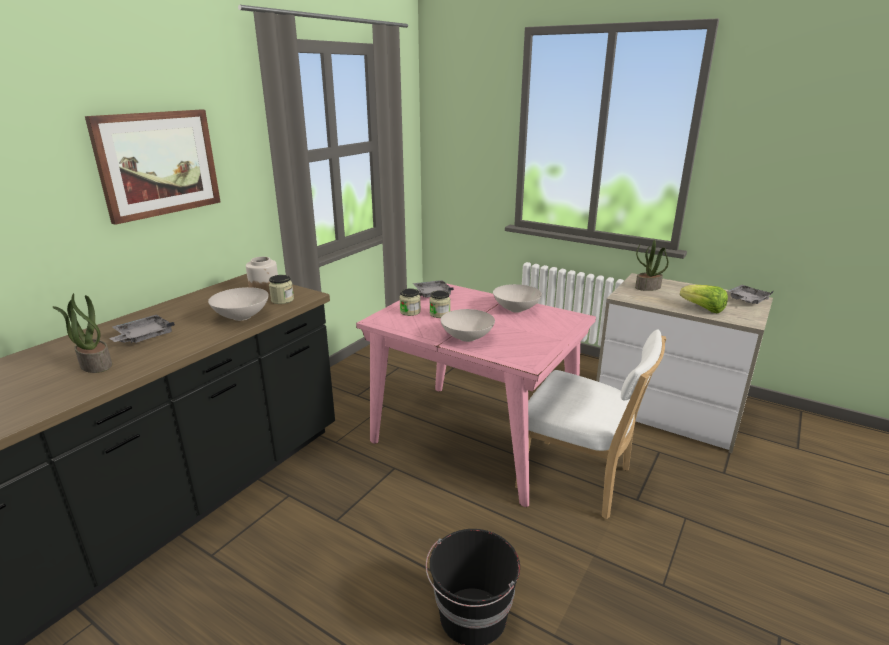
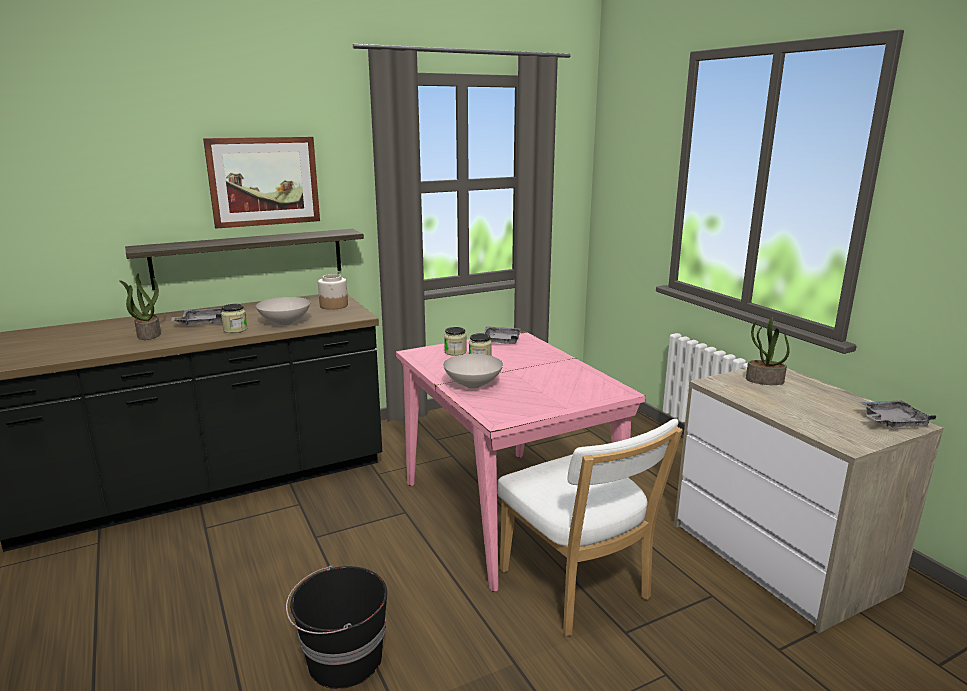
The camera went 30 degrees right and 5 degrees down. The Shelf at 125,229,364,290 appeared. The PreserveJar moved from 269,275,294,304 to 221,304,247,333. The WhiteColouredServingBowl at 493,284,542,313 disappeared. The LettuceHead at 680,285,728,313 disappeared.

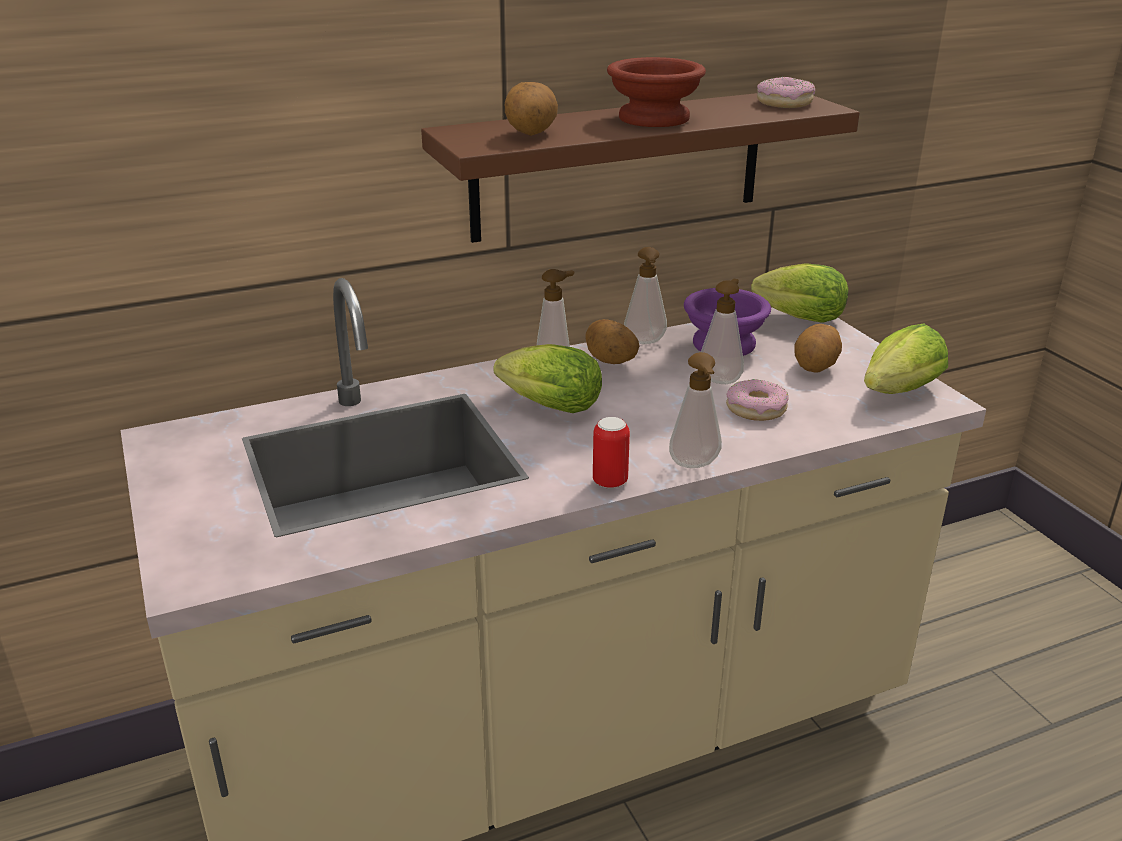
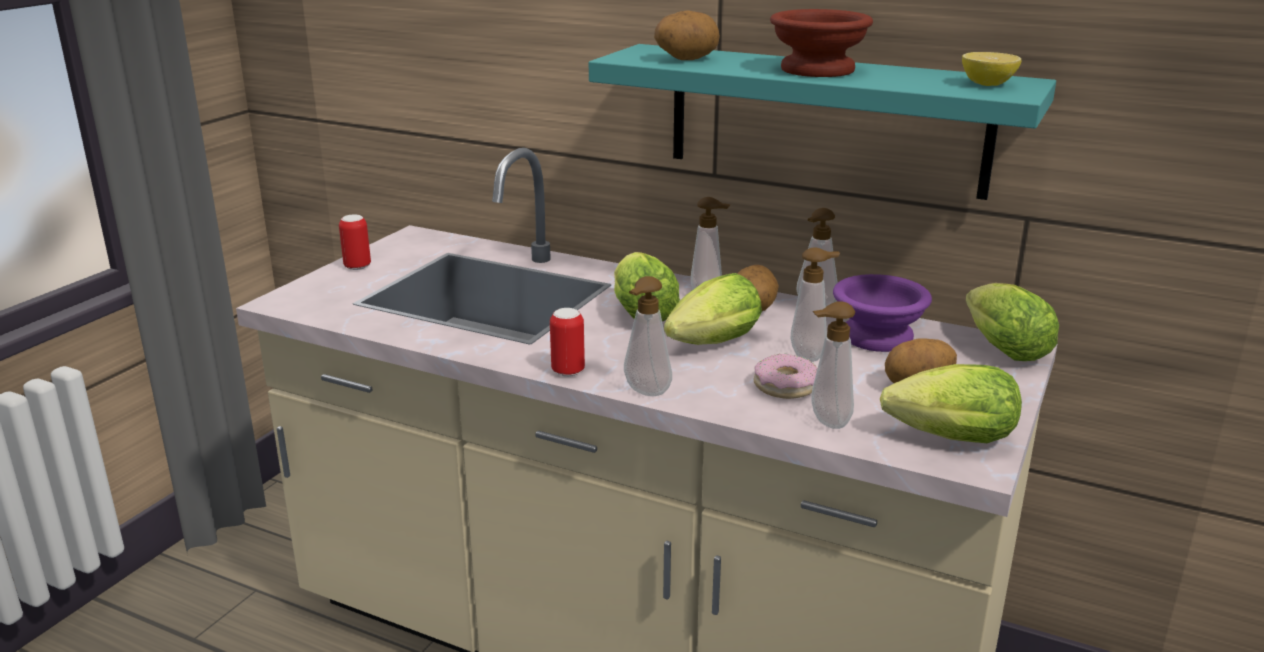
The camera went 50 degrees right and 5 degrees down. The MetalCan at 339,214,371,270 appeared. The BrownShelf at 421,93,860,243 became the TurquoiseColouredShelf at 589,44,1056,200. The LettuceHead at 664,273,762,345 appeared. The LiquidSoapBottle at 811,301,855,429 appeared. The RingDoughnut at 757,77,815,108 was replaced by the CitrusFruit at 962,52,1022,86.

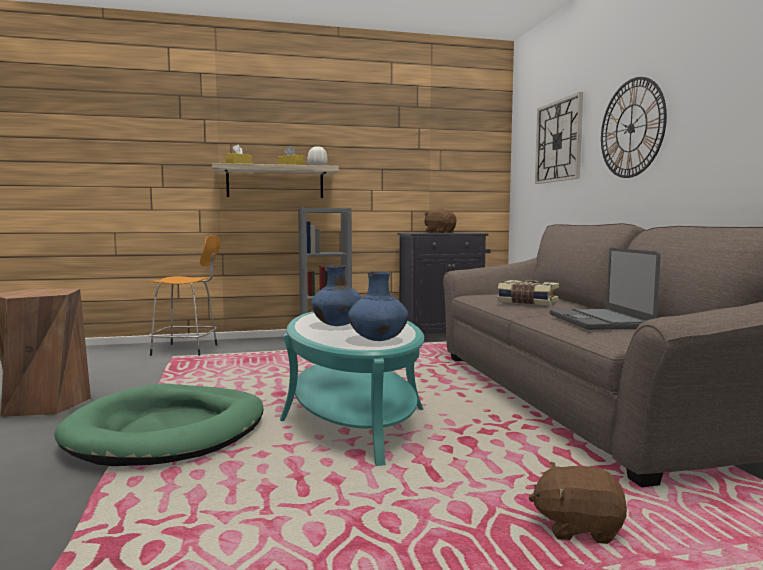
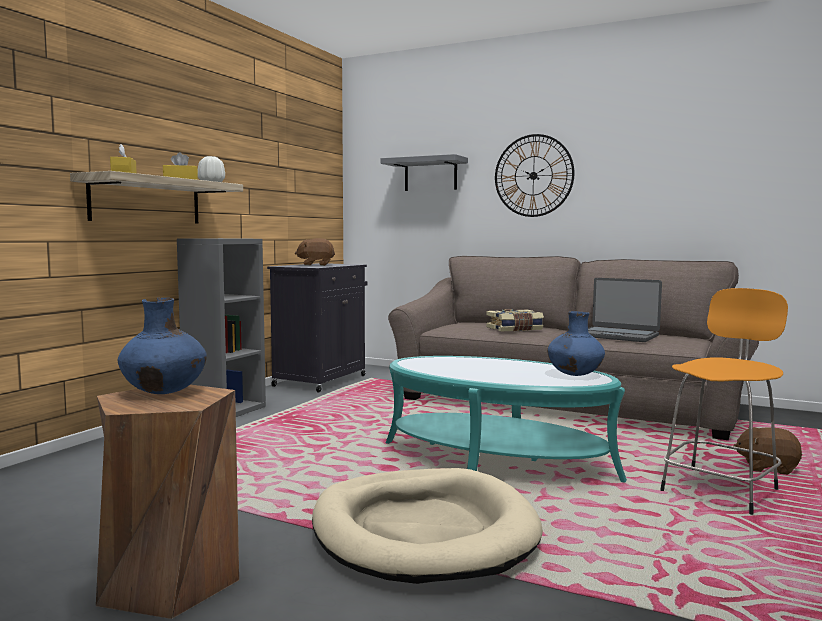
The camera went 50 degrees left and 0 degrees up. The BlueFlowerVase moved from 311,265,362,326 to 118,298,207,394. The GreenPetBed at 54,384,264,466 became the BeigeColouredPetBed at 312,468,543,584. The ClockOnTheWall at 535,92,583,184 was replaced by the GreyShelf at 380,154,468,191. The OrangeStoolSeat moved from 149,235,220,356 to 660,288,788,515. The BrownCuddlyToy at 529,462,627,544 turned 60 degrees clockwise.

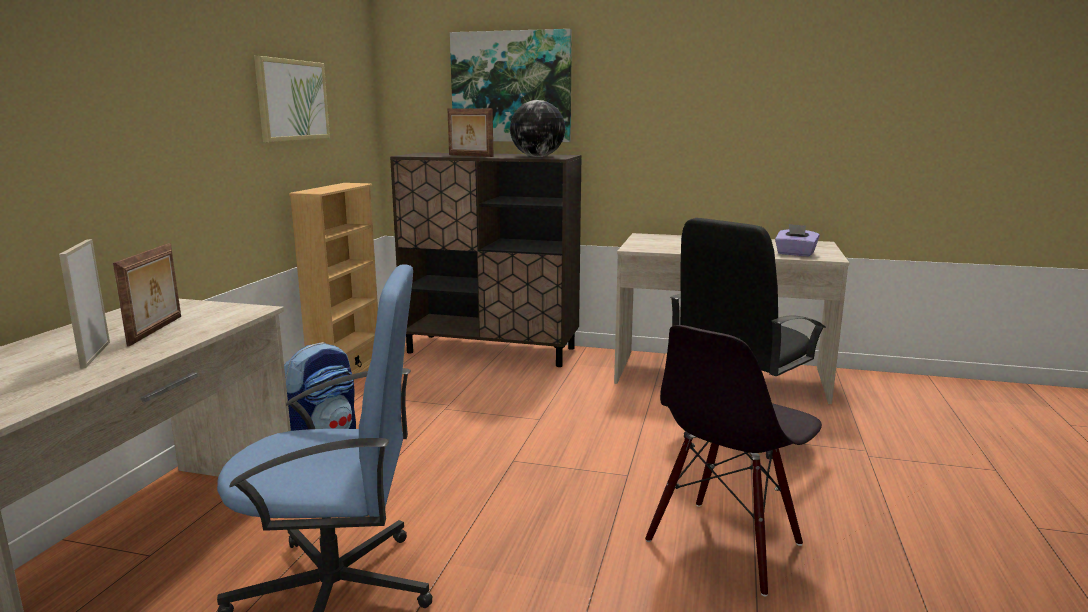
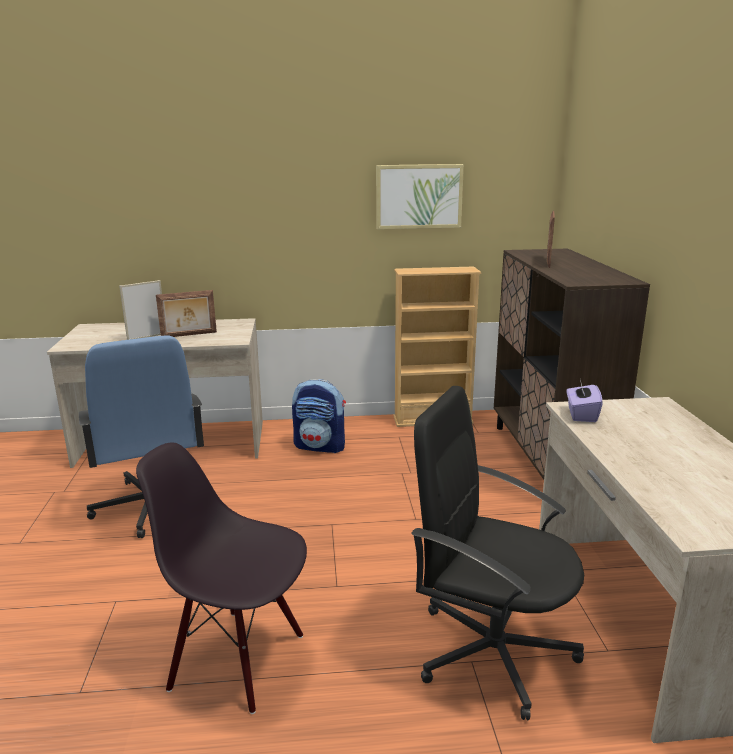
The camera went 70 degrees right and 5 degrees up. The PurpleColouredTissueBox moved from 775,224,820,257 to 567,379,603,422. The Picture at 450,29,572,142 disappeared. The Globe at 510,100,565,157 disappeared.

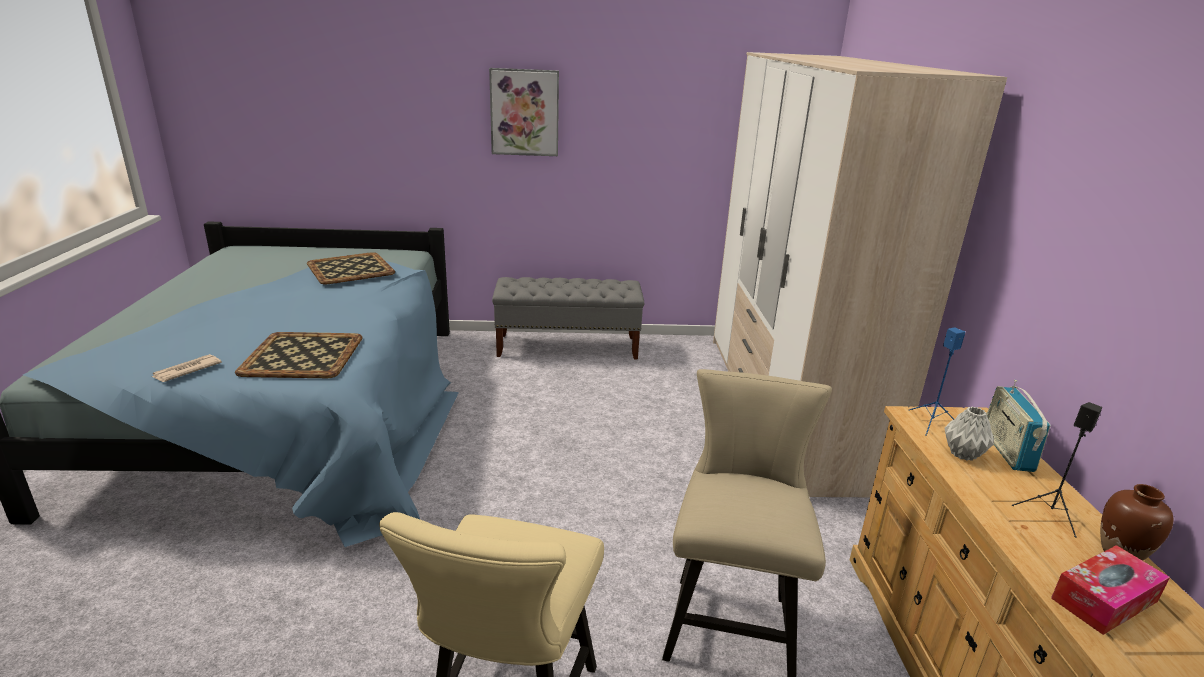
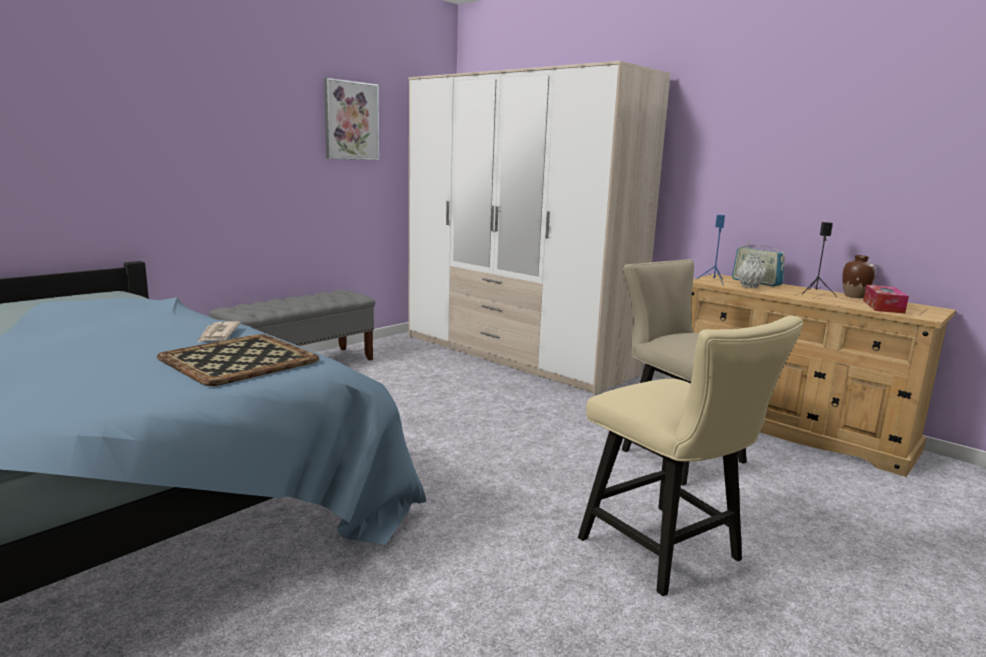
The camera went 45 degrees left and 10 degrees down. The Newspaper moved from 152,354,222,382 to 197,321,240,343. The Picture moved from 489,68,559,156 to 324,78,379,160. The ServingTray at 307,252,395,284 disappeared.

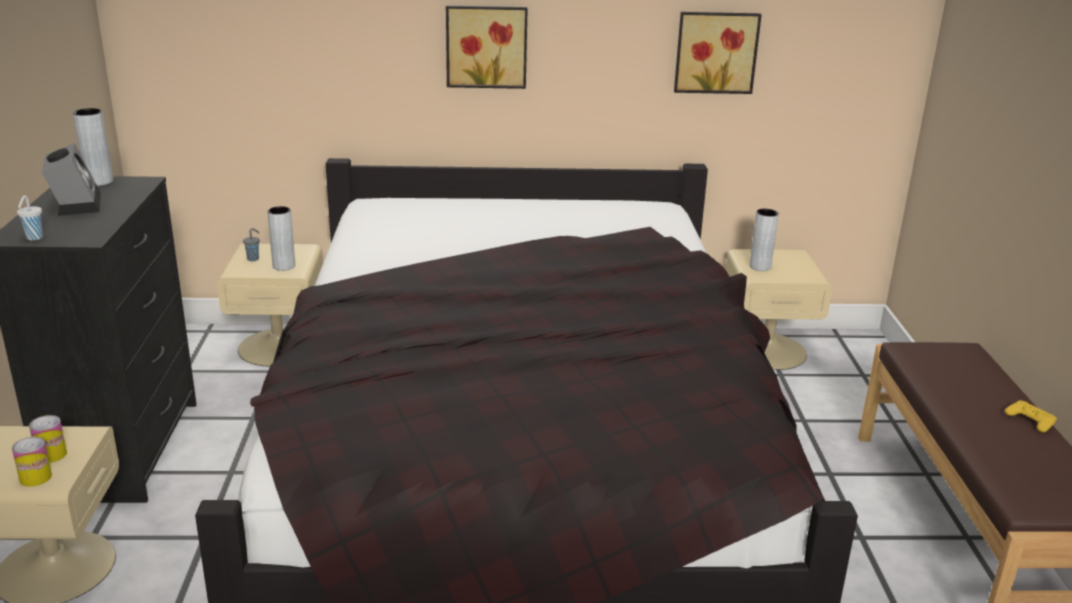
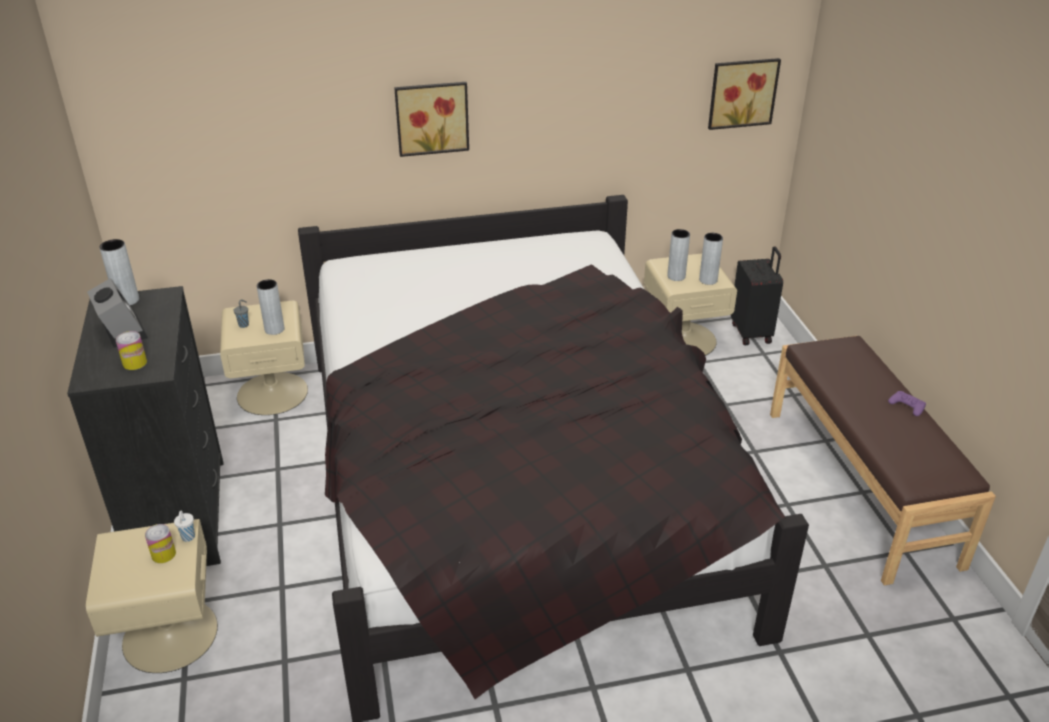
The camera went 10 degrees left and 10 degrees up. The MetalCan moved from 12,437,52,487 to 116,331,147,370. The WhiteColouredSmallCup moved from 17,196,43,241 to 174,511,195,542. The GreyFlowerVase at 699,233,723,285 appeared. The Picture moved from 674,12,762,94 to 708,58,781,130. The BlackSuitcase at 731,246,783,345 appeared. The YellowGamepad at 1005,400,1057,432 became the PurpleColouredGamepad at 888,391,926,416.

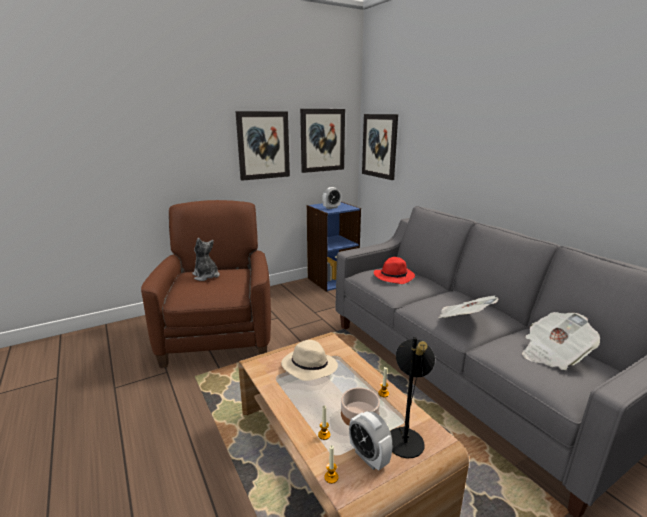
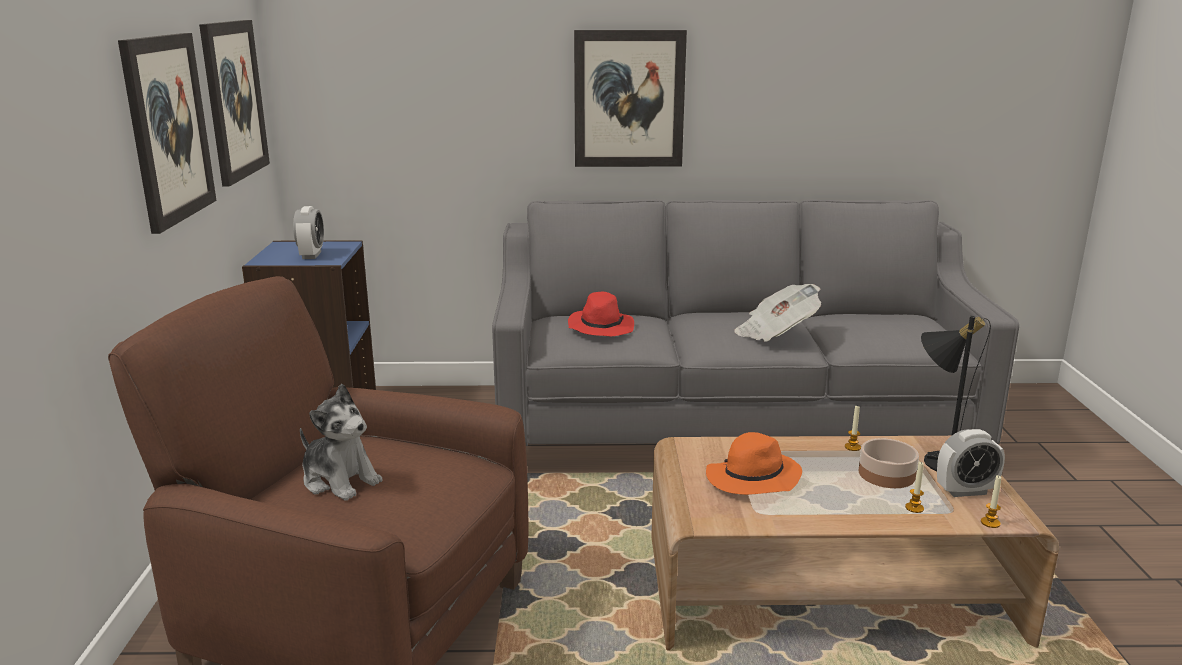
The camera went 60 degrees left and 0 degrees up. The CuddlyToy at 192,238,220,281 turned 135 degrees counterclockwise. The Picture moved from 362,114,398,180 to 574,30,687,167. The BeigeColouredHat at 281,340,338,381 became the OrangeHat at 706,432,802,495. The Newspaper at 522,312,600,370 disappeared.

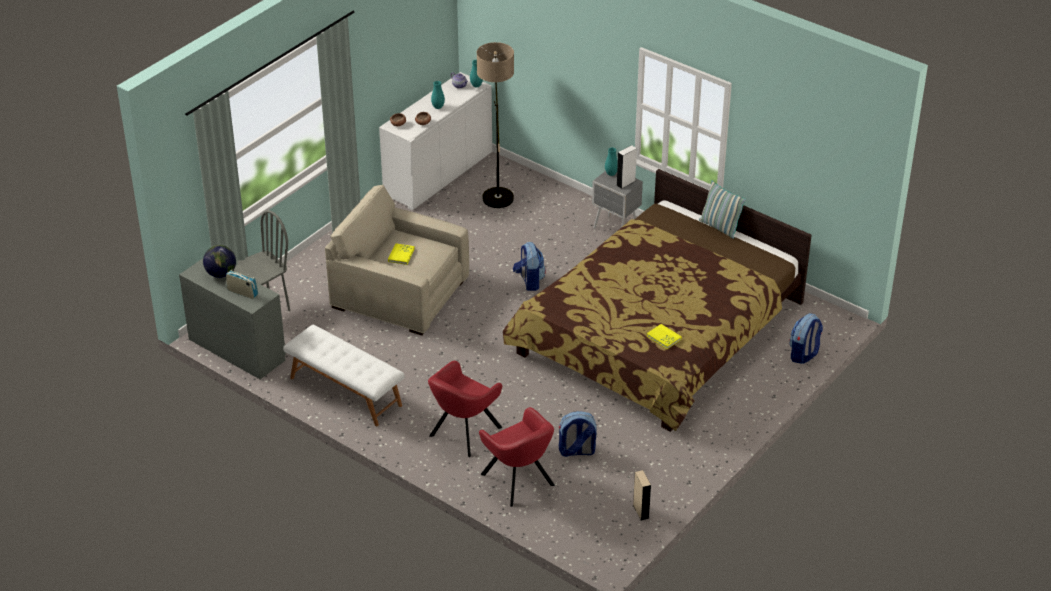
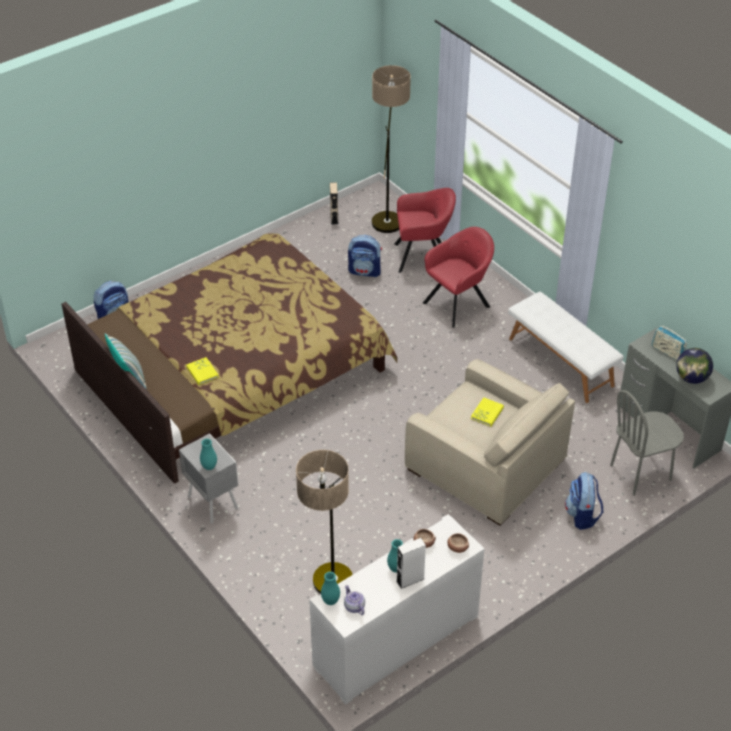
The camera went 165 degrees left and 5 degrees up. The YellowVolume moved from 647,324,682,349 to 186,357,219,385. The StandardLamp at 372,65,411,233 appeared. The RedColouredArmchair at 479,407,555,507 turned 105 degrees clockwise. The WhiteColouredAudioSpeaker moved from 616,145,637,189 to 396,538,426,589. The Knapsack moved from 513,242,546,291 to 565,472,603,530.

